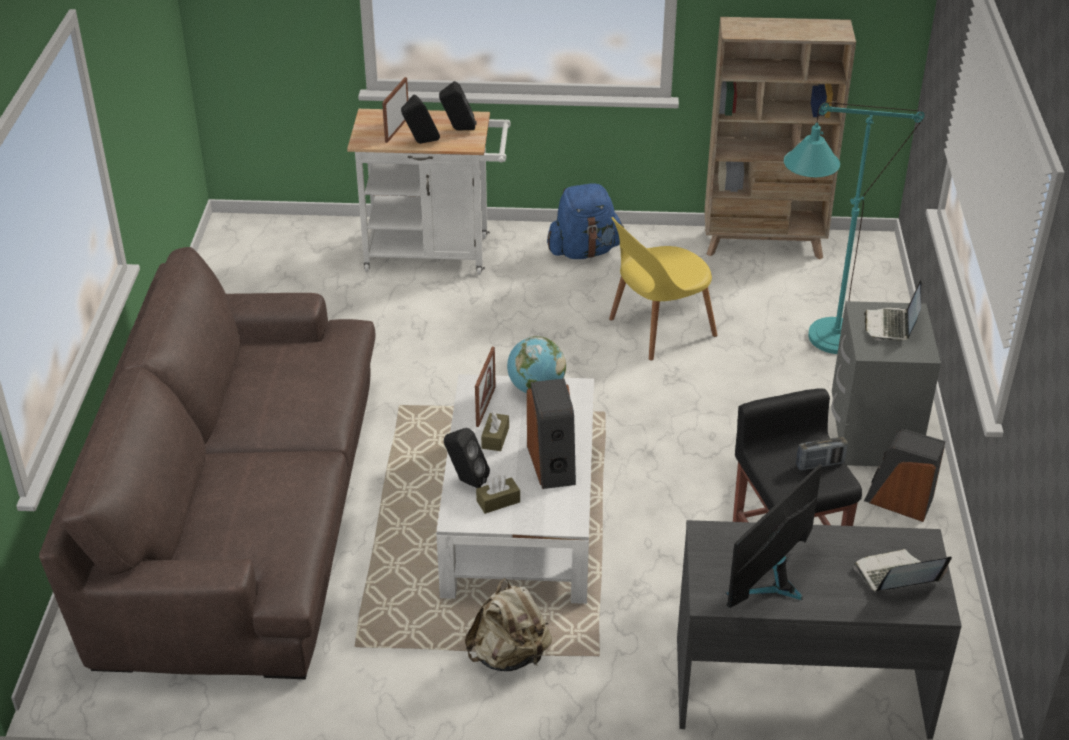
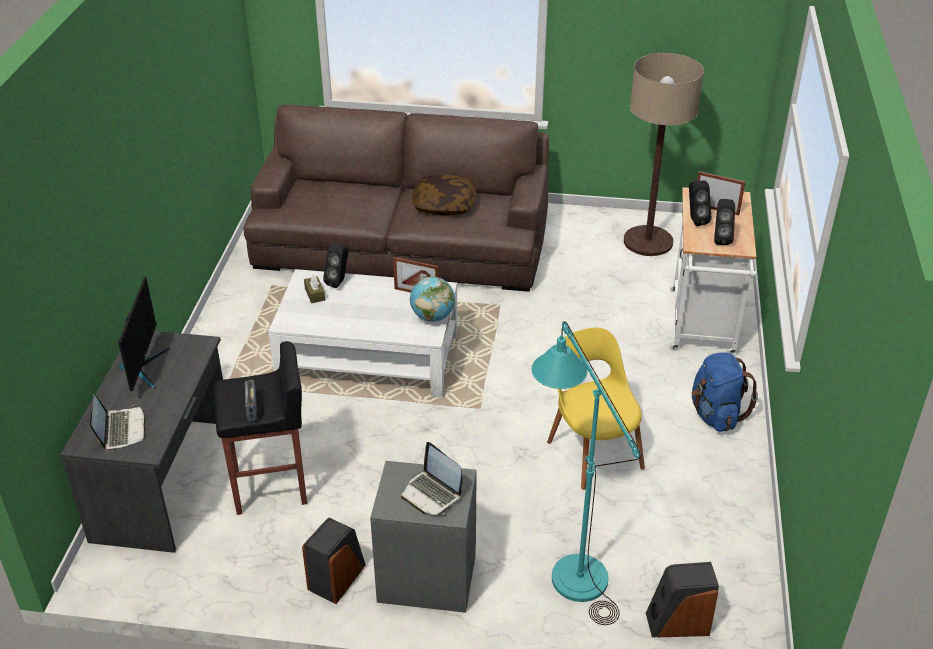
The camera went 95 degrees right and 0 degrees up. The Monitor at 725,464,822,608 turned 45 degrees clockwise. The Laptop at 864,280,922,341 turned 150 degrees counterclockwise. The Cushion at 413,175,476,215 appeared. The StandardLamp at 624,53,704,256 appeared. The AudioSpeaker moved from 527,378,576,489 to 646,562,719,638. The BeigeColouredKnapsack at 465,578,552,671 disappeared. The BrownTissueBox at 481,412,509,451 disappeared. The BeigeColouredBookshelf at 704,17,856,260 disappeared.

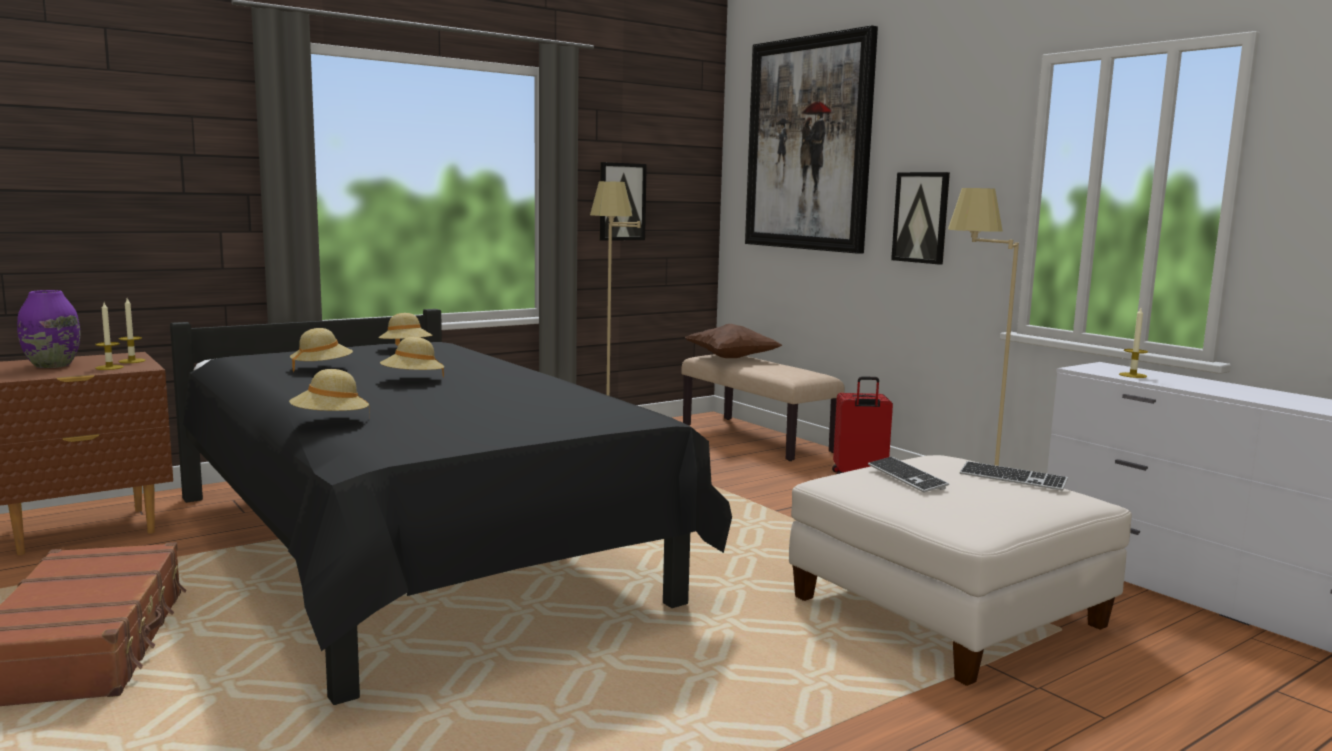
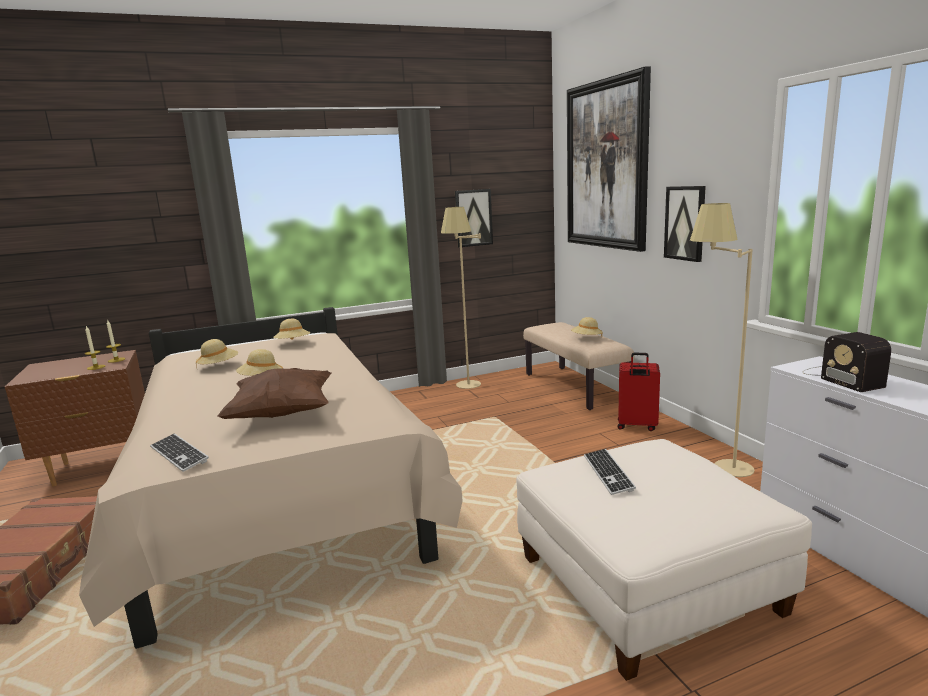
The camera went 15 degrees right and 5 degrees up. The BlackSleepingBed at 170,309,732,705 became the BeigeColouredSleepingBed at 79,307,463,649. The ComputerKeyboard moved from 960,461,1068,491 to 150,433,209,472. The BrownCushion moved from 685,324,782,358 to 217,368,332,419. The BeigeColouredHat moved from 289,369,370,415 to 571,317,603,336. The WaxCandle at 1119,308,1148,378 was replaced by the RadioSet at 802,332,891,392. The PurpleColouredFlowerVase at 17,290,80,368 disappeared.

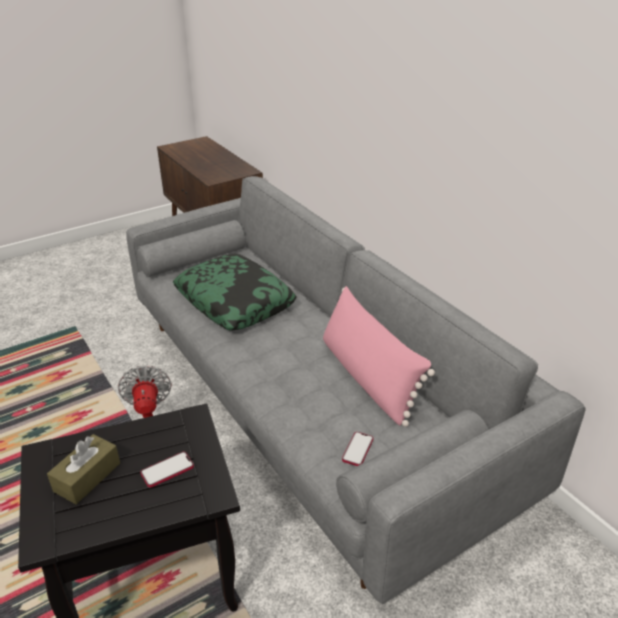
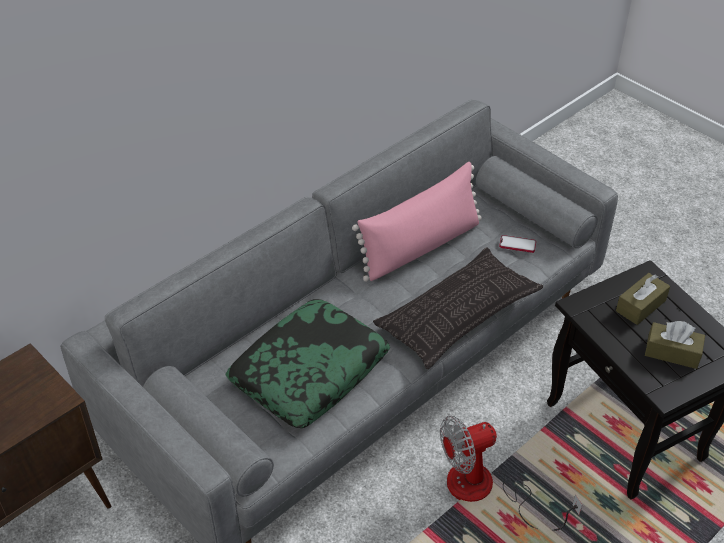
The camera went 100 degrees left and 10 degrees up. The Cushion at 373,247,543,369 appeared. The Phone at 140,452,194,488 was replaced by the BrownTissueBox at 616,273,670,325.

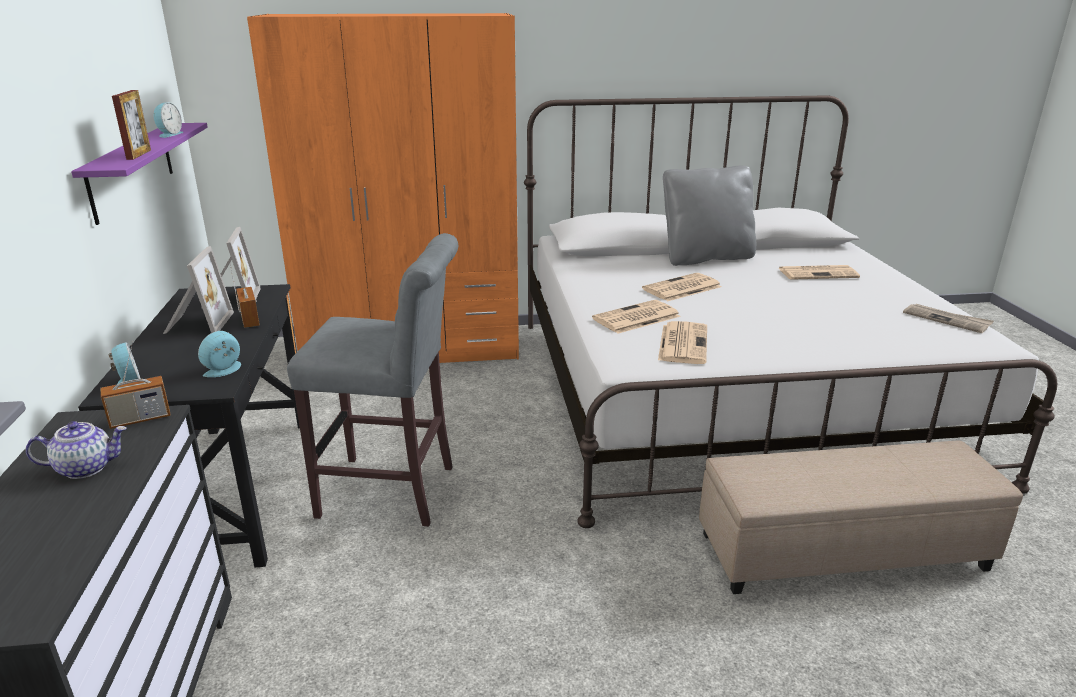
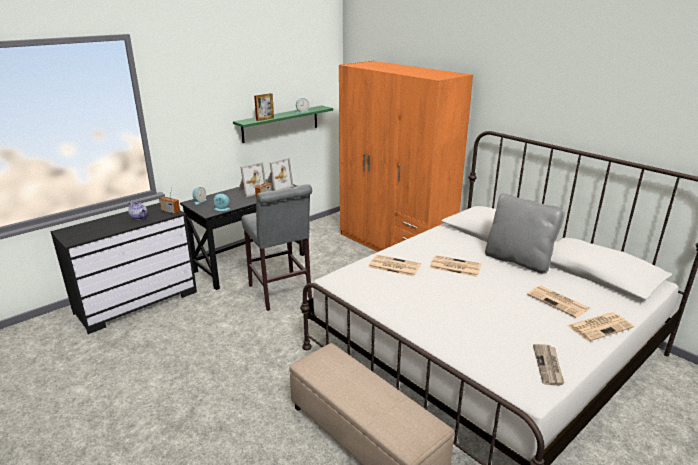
The camera went 55 degrees right and 0 degrees up. The PurpleColouredShelf at 71,123,208,225 became the GreenShelf at 233,106,333,143. The Newspaper moved from 658,321,707,364 to 567,312,634,341.

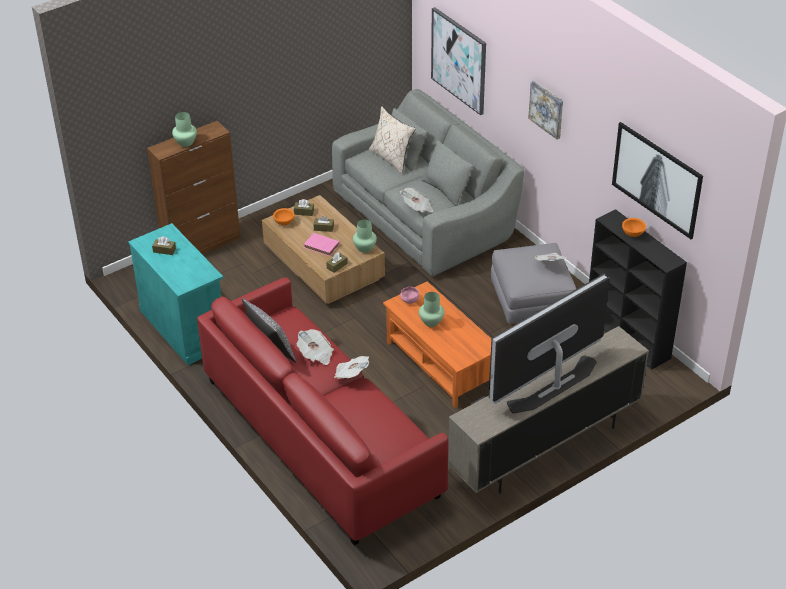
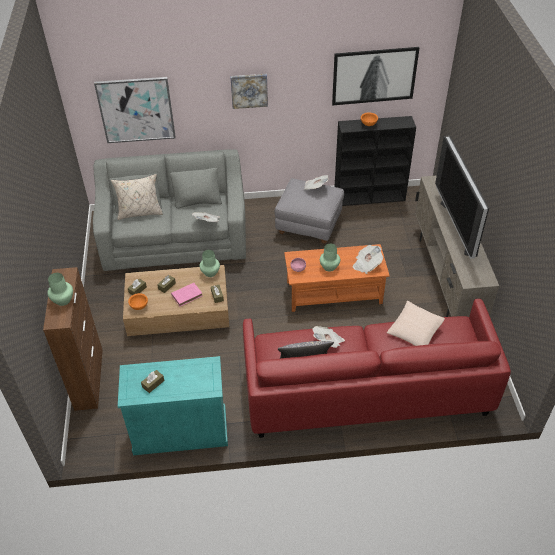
The camera went 60 degrees left and 5 degrees up. The Newspaper moved from 334,356,369,379 to 353,245,383,274. The BeigeColouredCushion at 387,301,445,346 appeared.

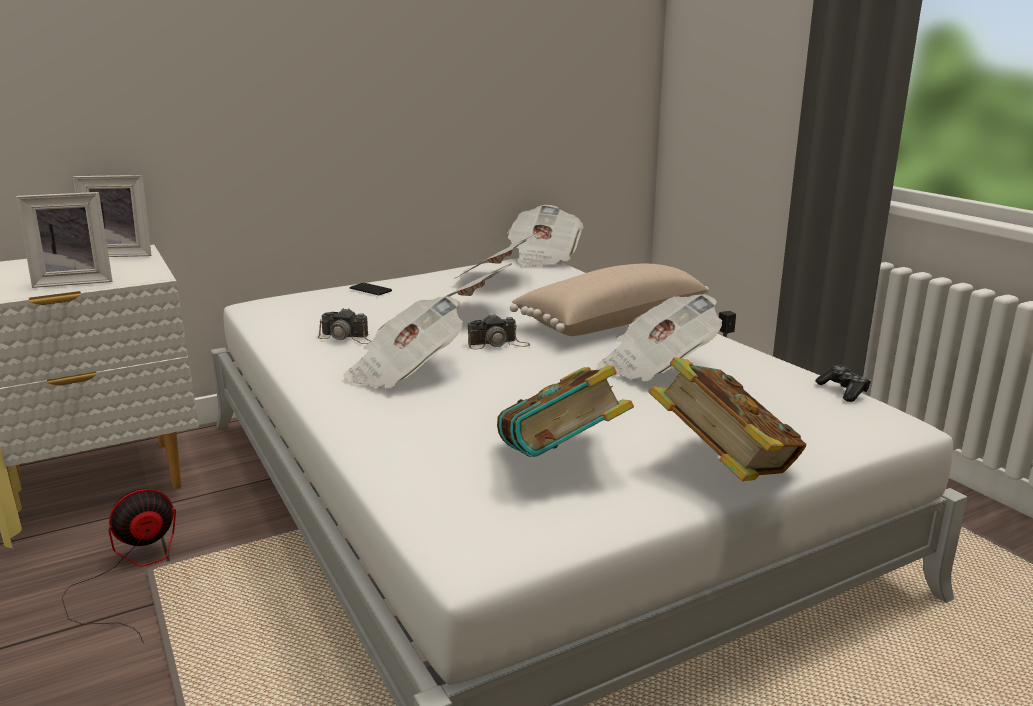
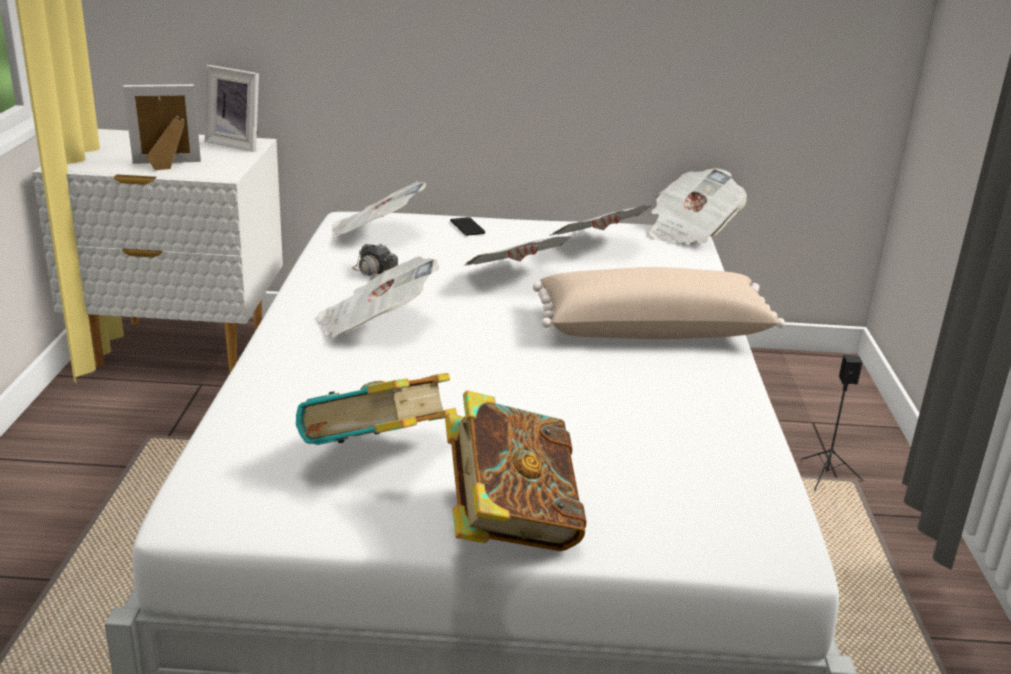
The camera went 30 degrees right and 5 degrees up. The PhotoFrame at 16,192,112,288 turned 150 degrees clockwise. The Newspaper moved from 598,294,722,381 to 332,181,426,238. The ElectricFan at 62,489,176,643 disappeared. The StillCamera at 468,314,530,349 disappeared. The Gamepad at 815,365,871,402 disappeared.

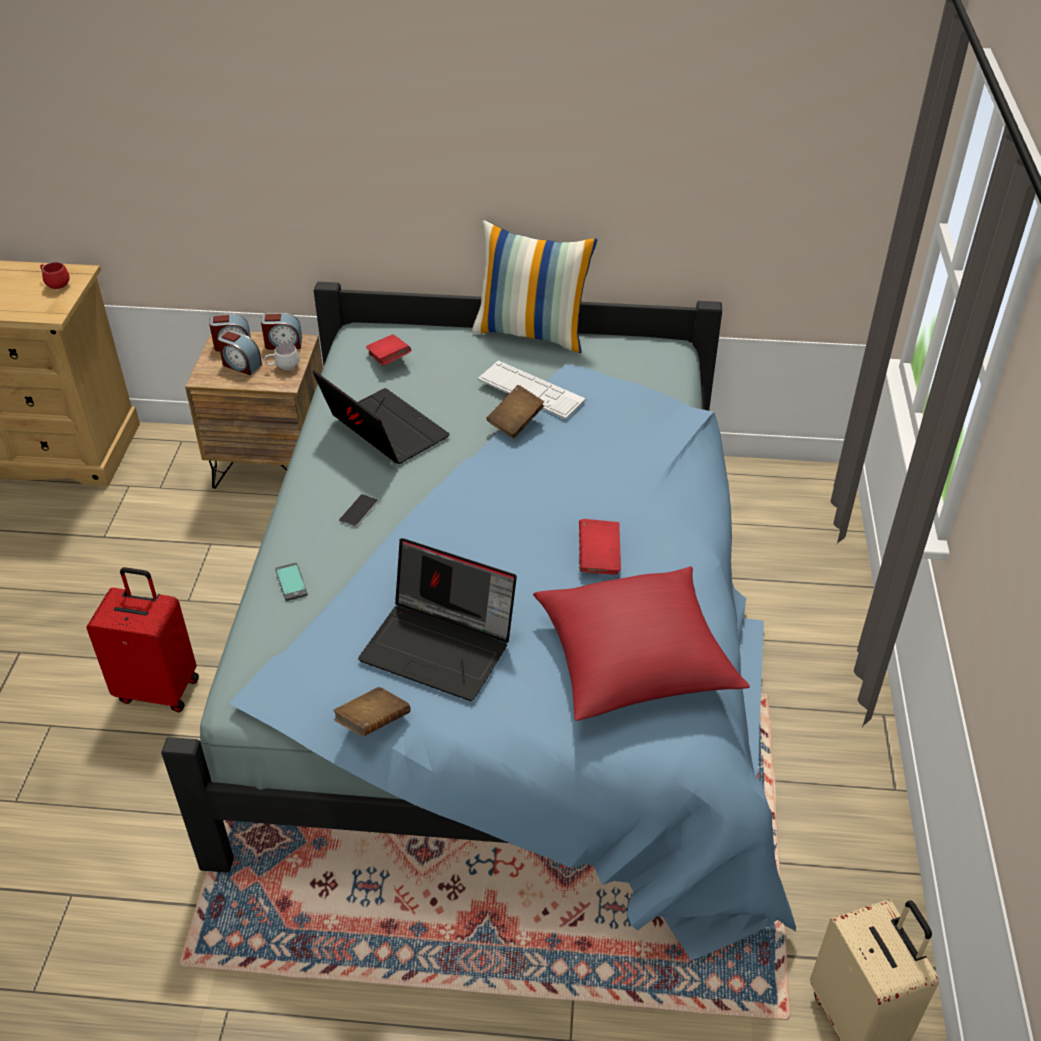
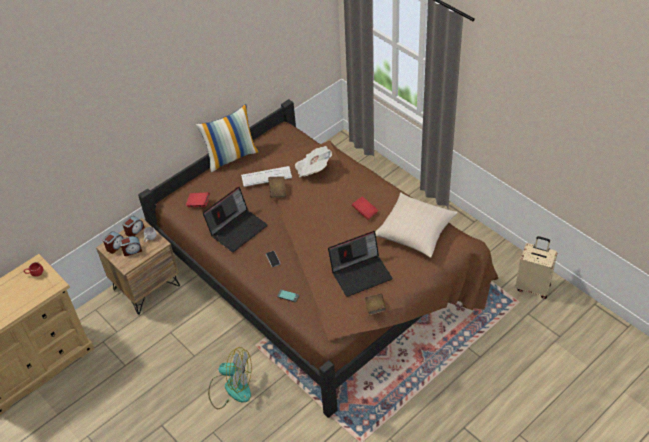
The camera went 45 degrees left and 5 degrees up. The BlueSleepingBed at 161,282,796,961 became the BrownSleepingBed at 138,99,498,418. The Laptop at 313,370,450,464 turned 135 degrees clockwise. The RedColouredSuitcase at 86,567,199,712 was replaced by the ElectricFan at 208,347,252,409. The Newspaper at 295,146,332,177 appeared. The RedColouredCushion at 533,566,750,721 became the BeigeColouredCushion at 375,192,458,258.

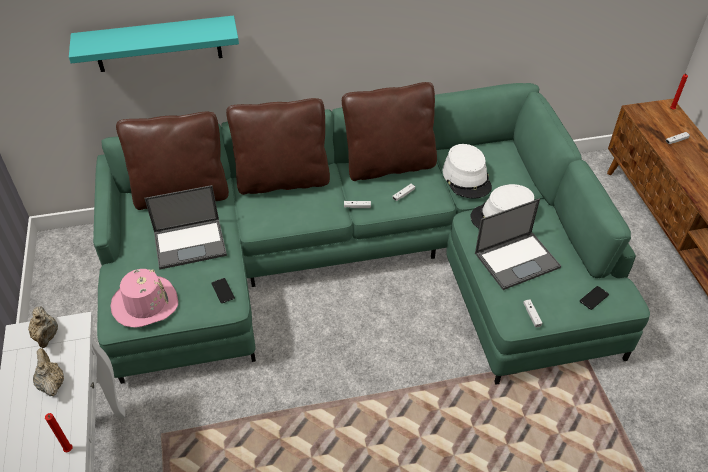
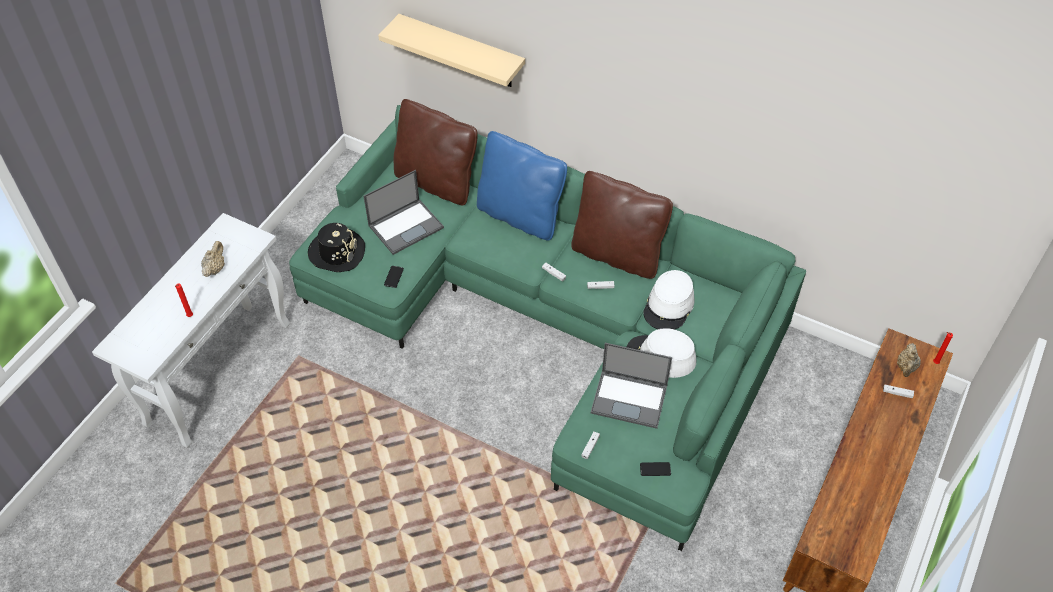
The camera went 40 degrees right and 5 degrees up. The PinkColouredHat at 110,269,178,328 became the BlackHat at 308,223,365,272. The Laptop at 145,185,227,270 turned 60 degrees counterclockwise. The TurquoiseColouredShelf at 69,16,239,72 became the BeigeColouredShelf at 378,14,525,87. The BrownCushion at 226,98,330,195 became the BlueCushion at 477,131,567,241. The BeigeColouredTeaPot moved from 28,306,58,348 to 897,343,921,377.

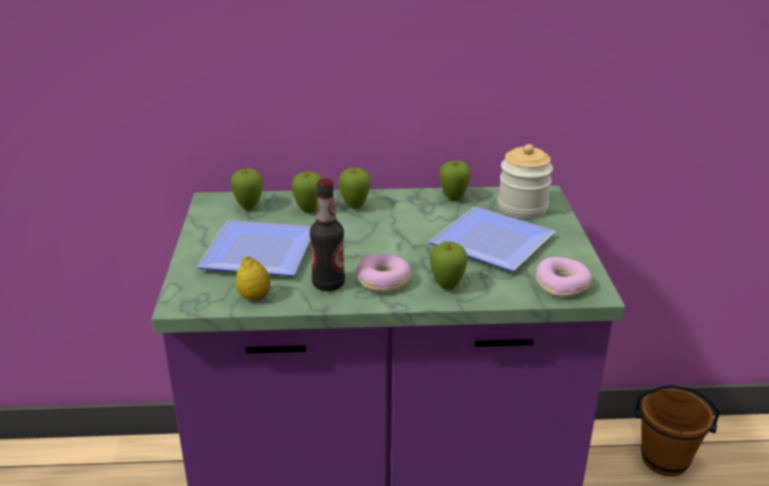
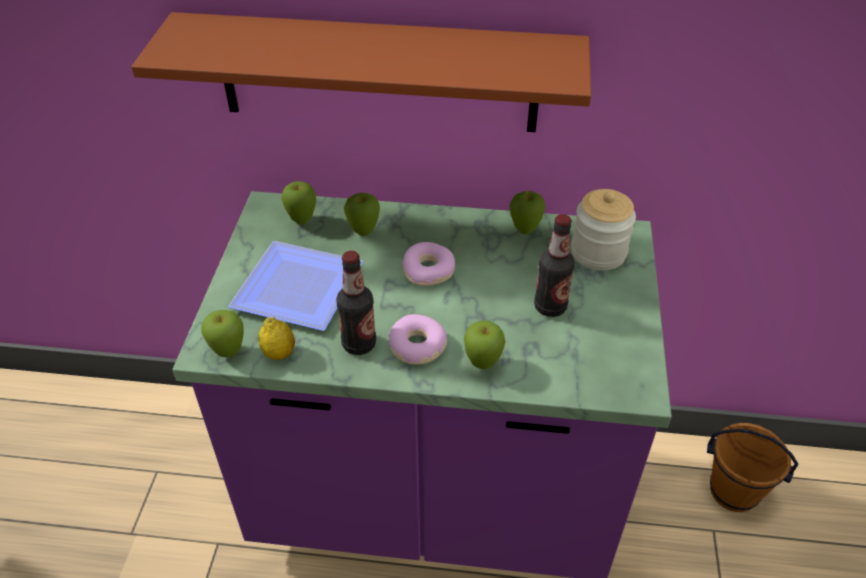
The camera went 10 degrees right and 15 degrees up. The BrownShelf at 131,12,591,132 appeared. The WholeApple moved from 338,168,372,209 to 201,310,244,357. The RingDoughnut moved from 535,257,592,297 to 402,242,455,286. The Plate at 429,206,556,271 was replaced by the BeverageBottle at 534,214,575,317.

